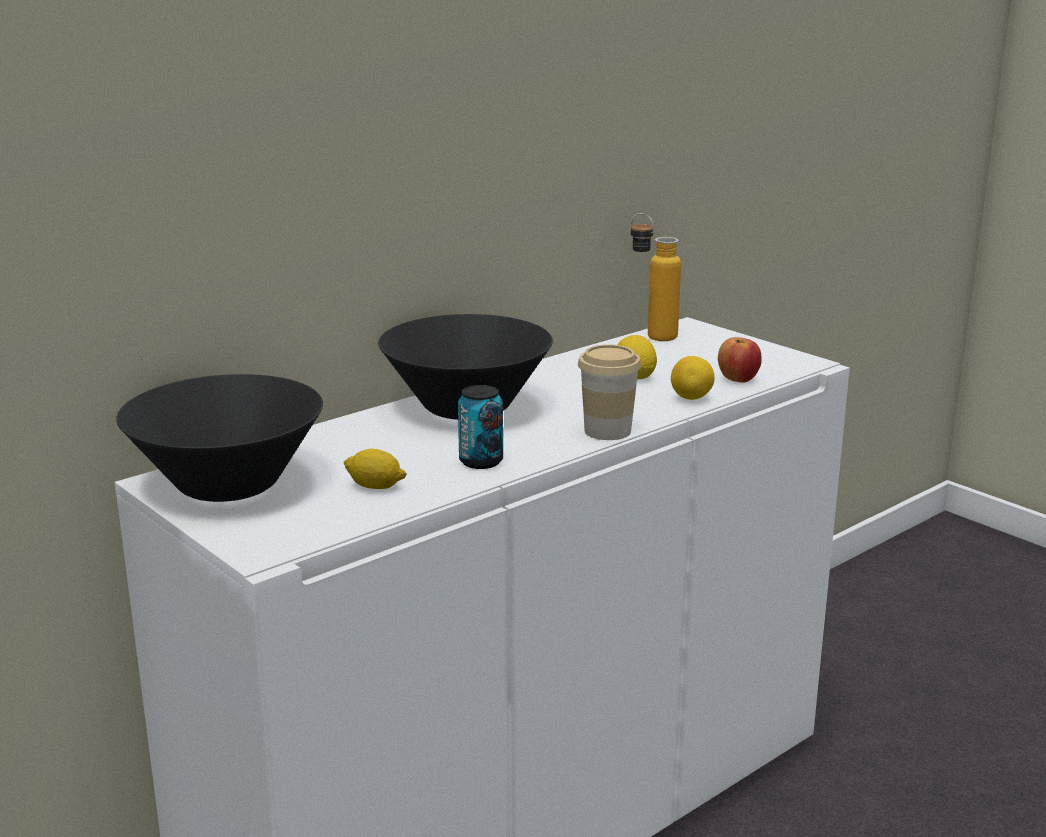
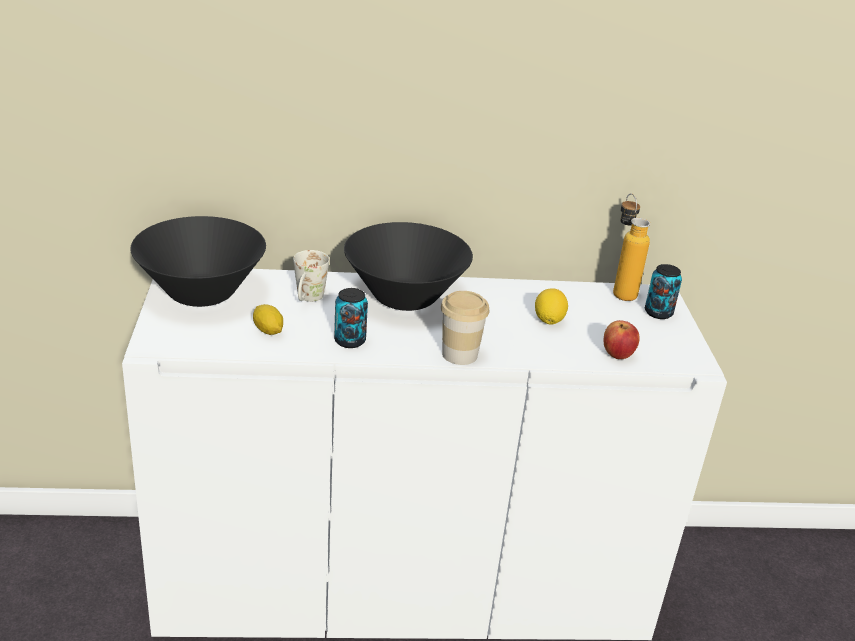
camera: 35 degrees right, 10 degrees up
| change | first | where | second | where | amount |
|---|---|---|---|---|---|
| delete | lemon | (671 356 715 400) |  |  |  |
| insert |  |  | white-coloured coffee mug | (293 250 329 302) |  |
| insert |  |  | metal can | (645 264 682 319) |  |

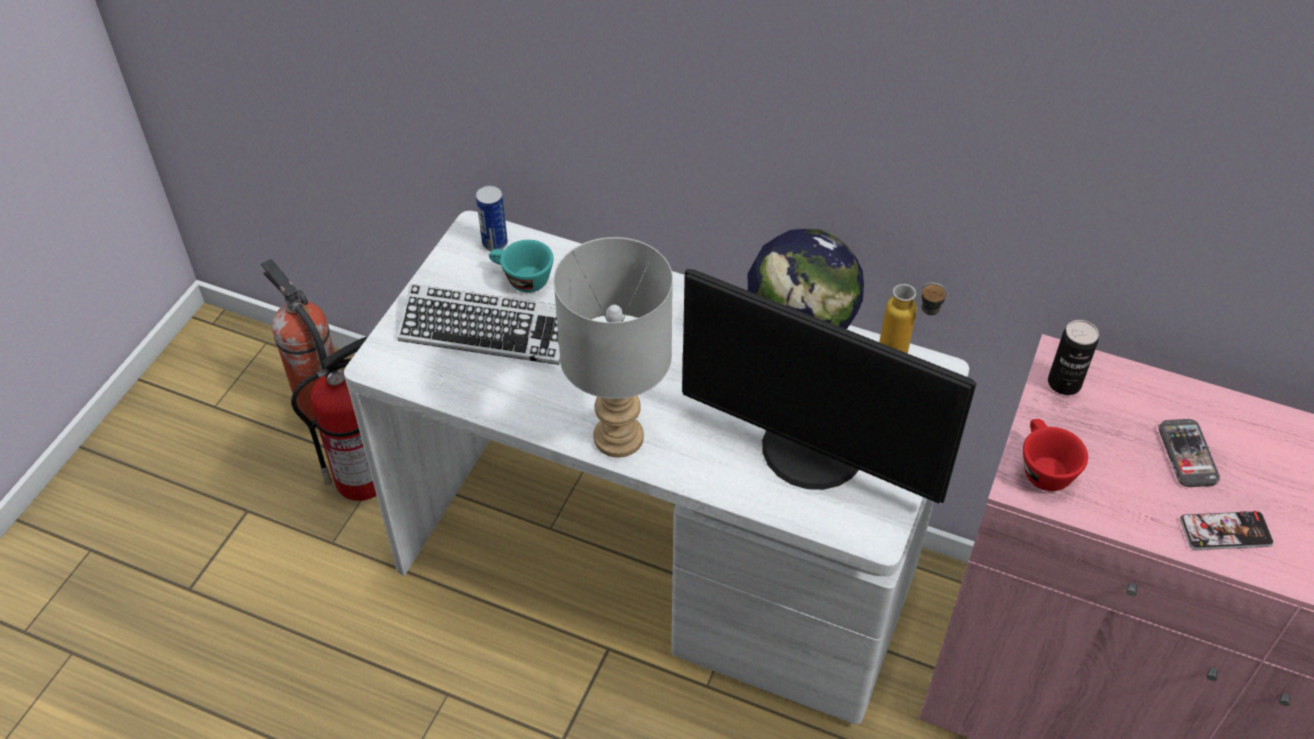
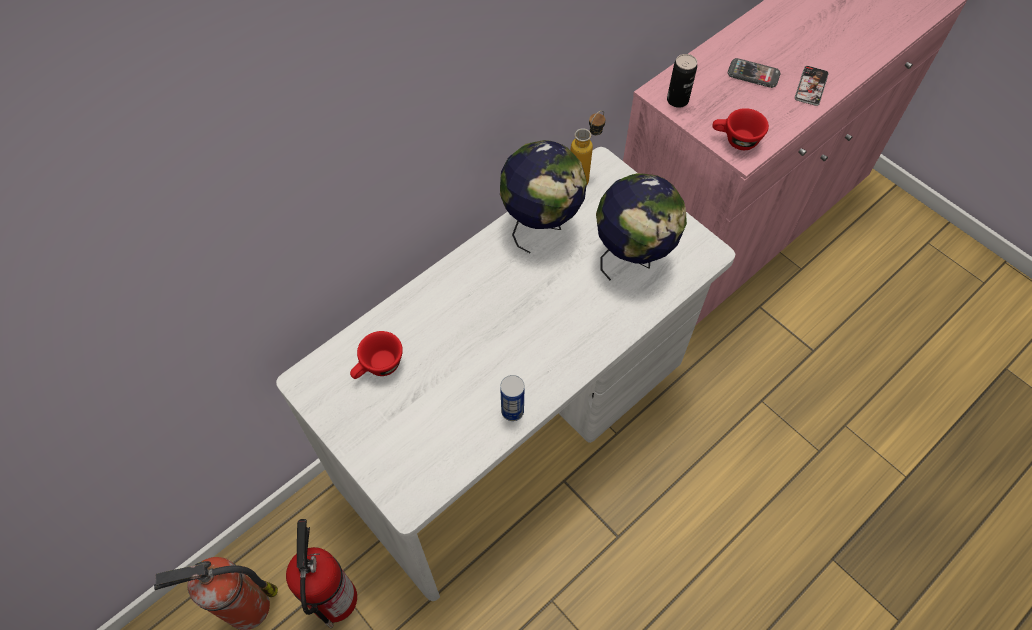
camera: 65 degrees left, 10 degrees up
| change | first | where | second | where | amount |
|---|---|---|---|---|---|
| delete | PC keyboard | (397 284 560 365) |  |  |  |
| delete | grey tabletop lamp | (554 237 673 457) |  |  |  |
| move | metal can | (476 185 508 251) |  | (500 375 525 421) |  |
| replace | computer display | (682 269 977 504) | desk globe | (596 173 687 280) |  |
| recolor | turquoise-coloured cup | (489 240 554 292) | red-coloured cup | (350 331 403 379) |  |

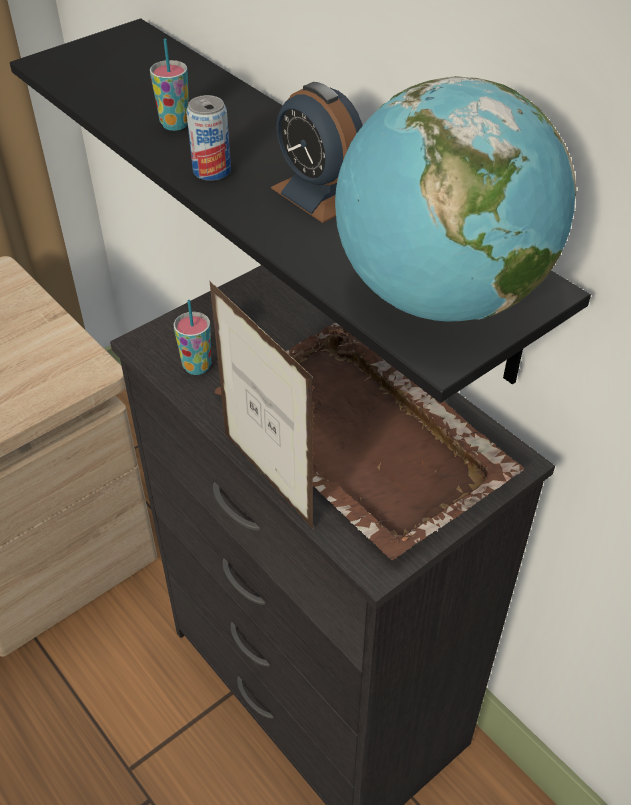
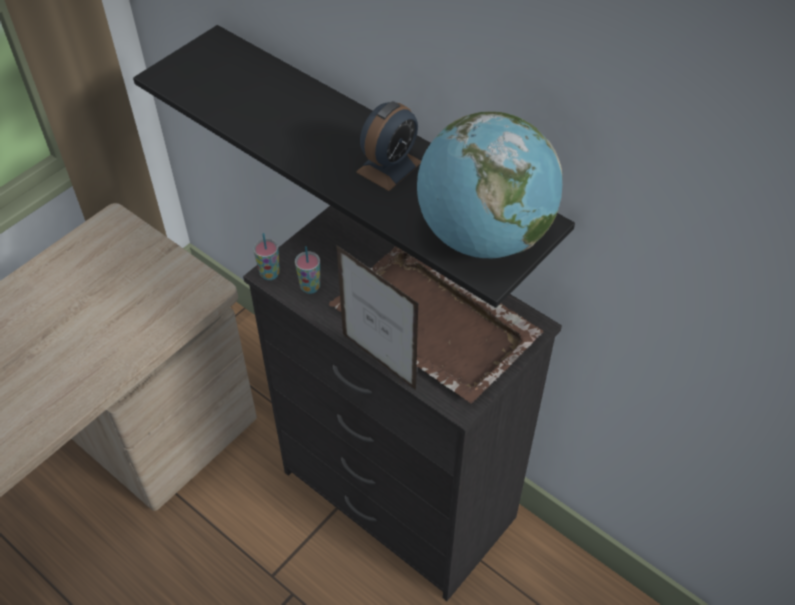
camera: 10 degrees left, 5 degrees up
| change | first | where | second | where | amount |
|---|---|---|---|---|---|
| delete | metal can | (186 95 231 181) |  |  |  |
| move | cup | (150 39 189 131) |  | (253 233 280 280) |  |
| rotate | bedside clock | (271 82 363 223) |  | (356 101 421 191) | 90 degrees counterclockwise |

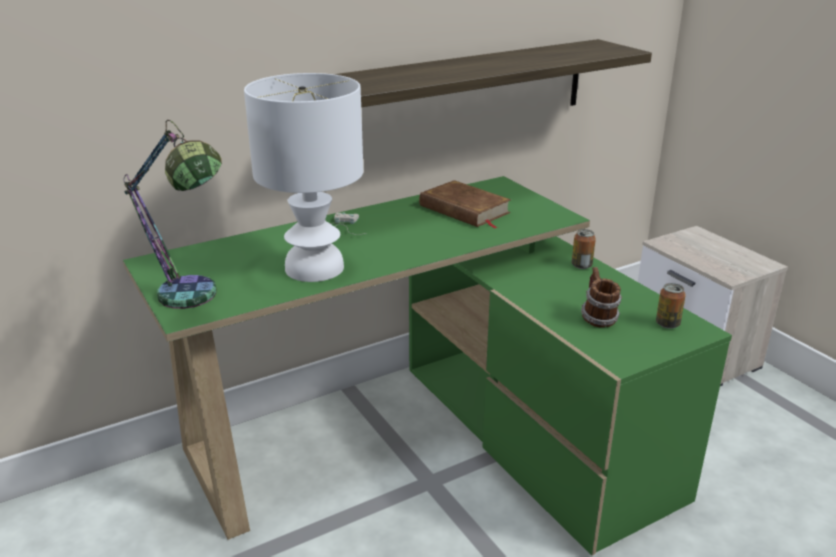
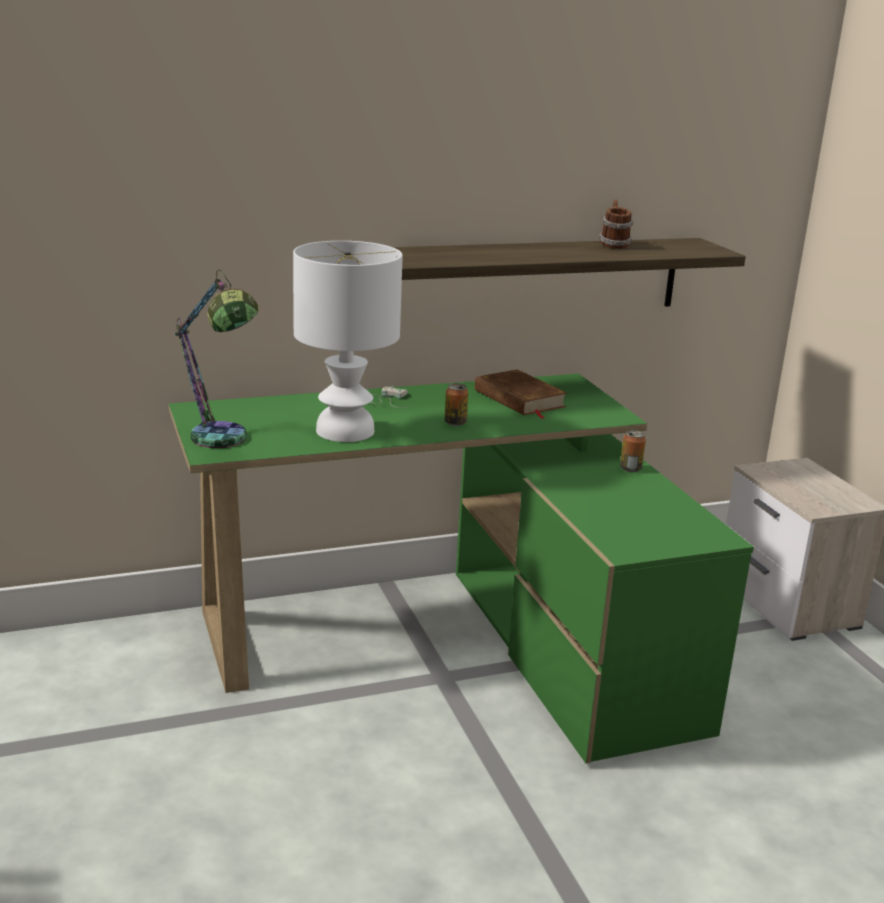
camera: 10 degrees right, 5 degrees down
| change | first | where | second | where | amount |
|---|---|---|---|---|---|
| move | coffee mug | (581 267 622 328) |  | (599 200 633 249) |  |
| move | metal can | (656 283 686 329) |  | (445 383 468 426) |  |

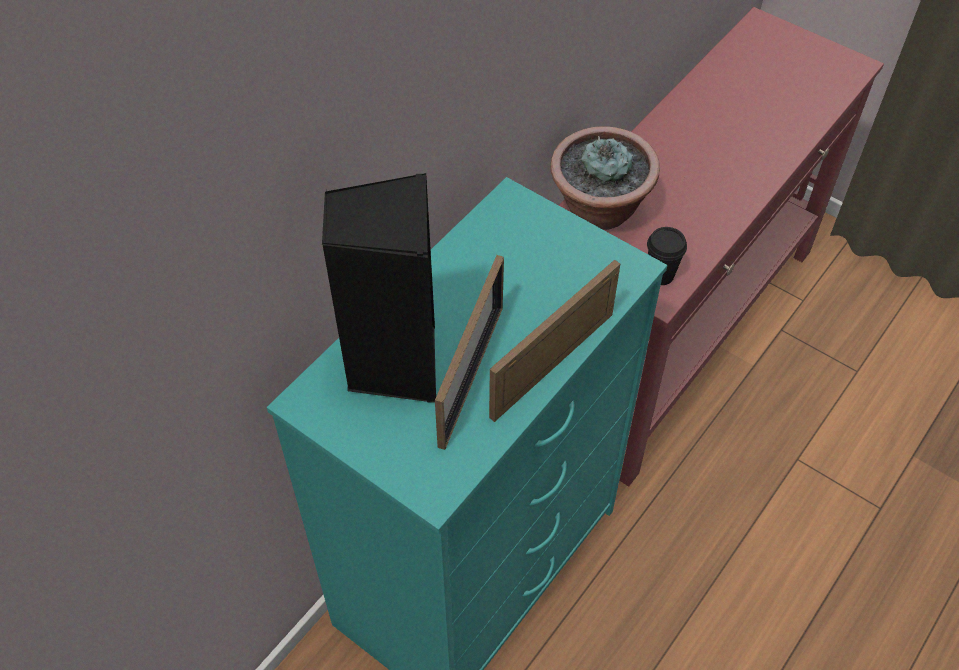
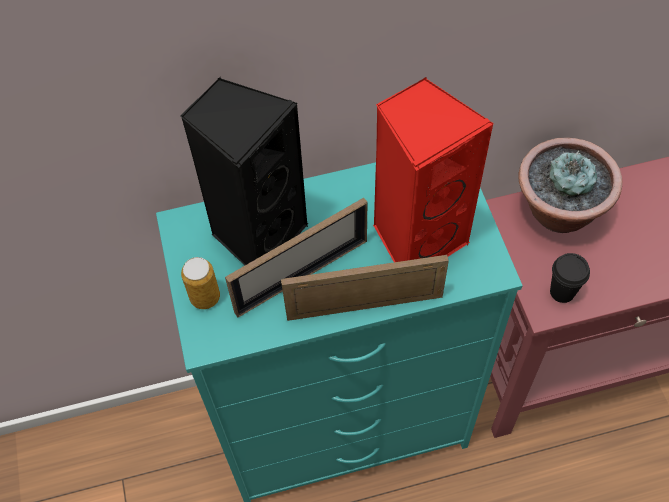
camera: 40 degrees right, 5 degrees up
| change | first | where | second | where | amount |
|---|---|---|---|---|---|
| insert |  |  | metal can | (181 257 220 309) |  |
| insert |  |  | red-coloured speaker | (373 77 494 262) |  |

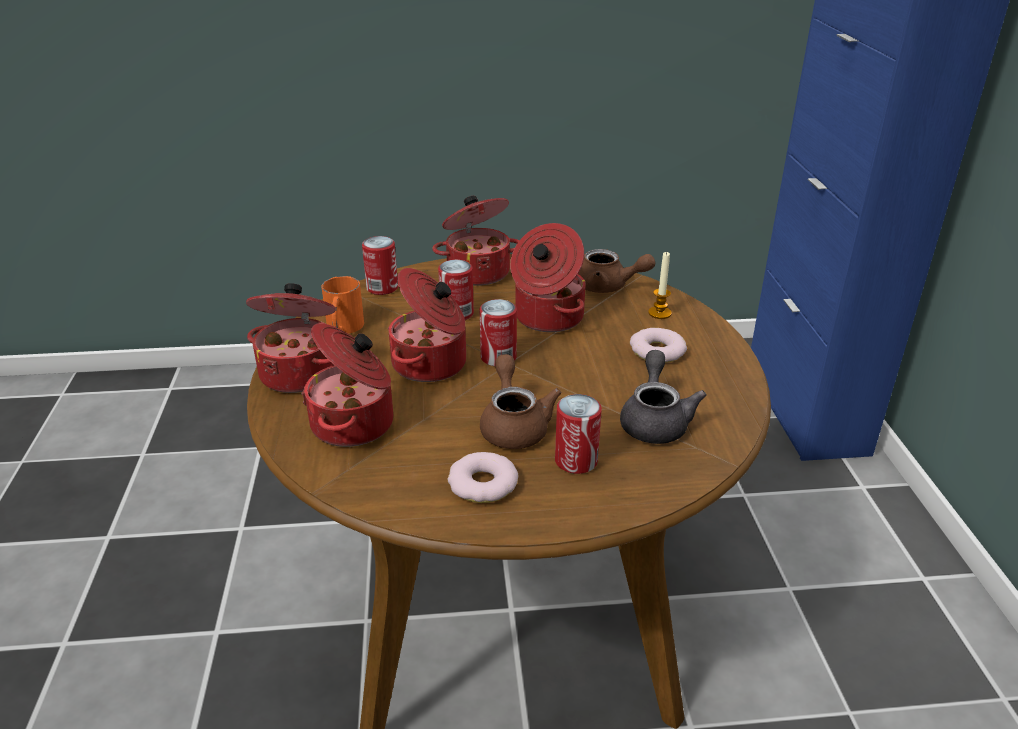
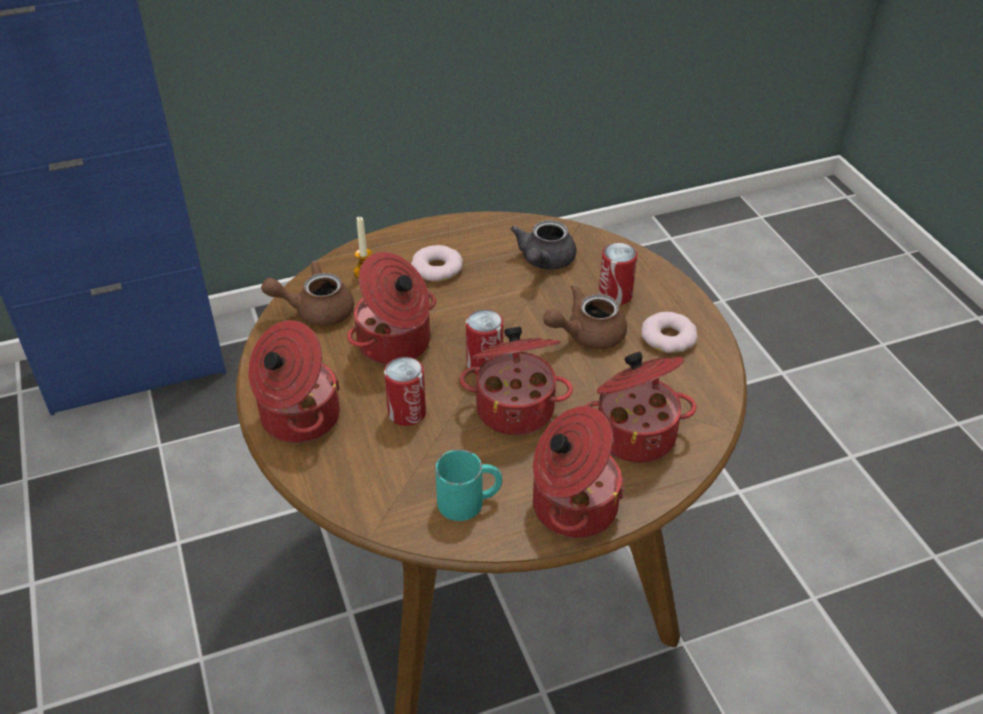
camera: 105 degrees left, 10 degrees up
| change | first | where | second | where | amount |
|---|---|---|---|---|---|
| delete | metal can | (362 236 398 295) |  |  |  |
| recolor | orange-coloured coffee mug | (321 276 364 334) | turquoise-coloured coffee mug | (435 449 502 521) |  |
| rotate | brown teapot | (578 249 655 293) |  | (261 260 354 326) | 105 degrees counterclockwise |
| rotate | grey teapot | (620 350 707 444) |  | (510 220 576 270) | 60 degrees counterclockwise |

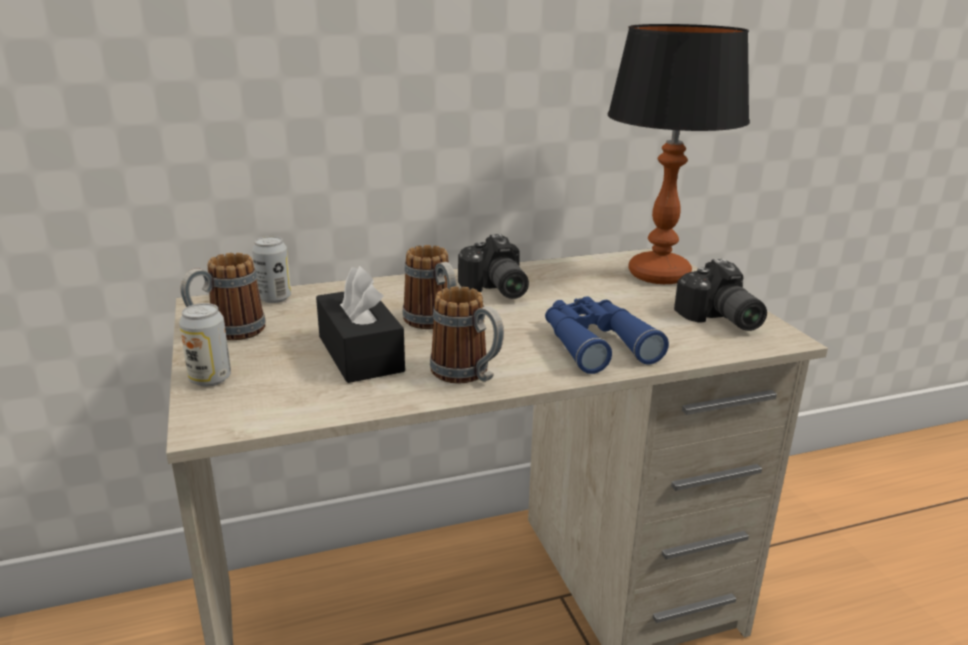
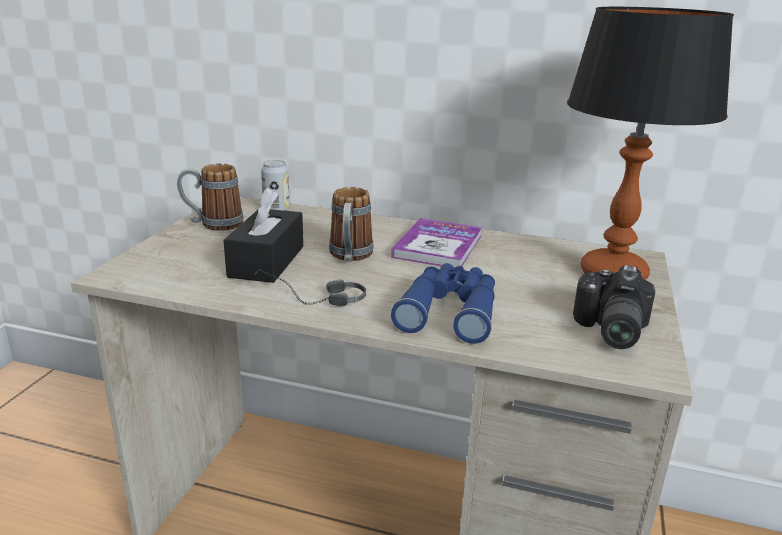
camera: 35 degrees right, 0 degrees up
| change | first | where | second | where | amount |
|---|---|---|---|---|---|
| delete | metal can | (179 303 231 387) |  |  |  |
| replace | coffee mug | (430 286 504 384) | headphones | (254 269 366 306) |  |
| replace | still camera | (458 234 529 299) | bound book | (391 218 483 269) |  |

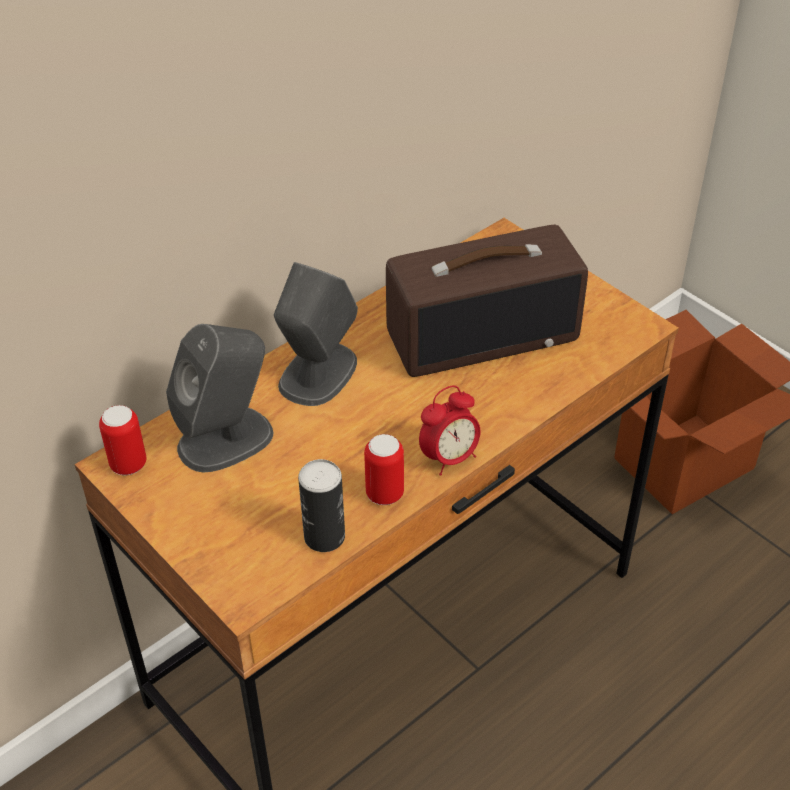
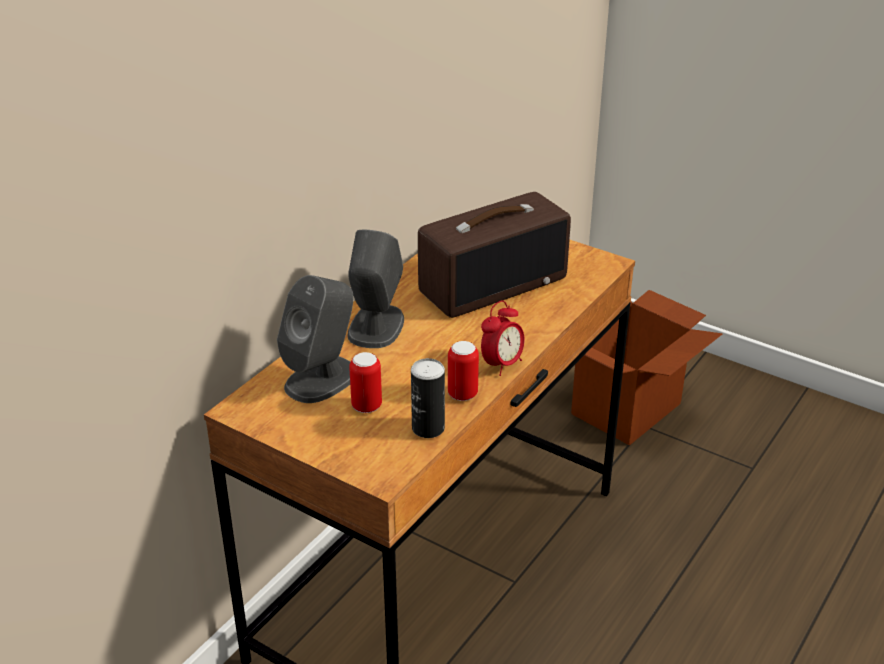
camera: 15 degrees left, 10 degrees down
| change | first | where | second | where | amount |
|---|---|---|---|---|---|
| move | metal can | (99 405 146 475) |  | (349 352 382 413) |  |

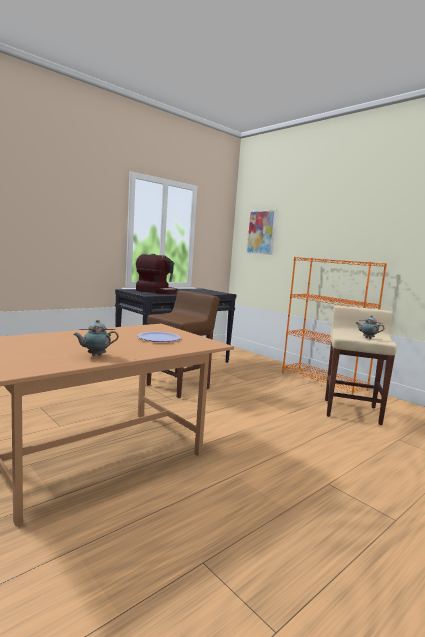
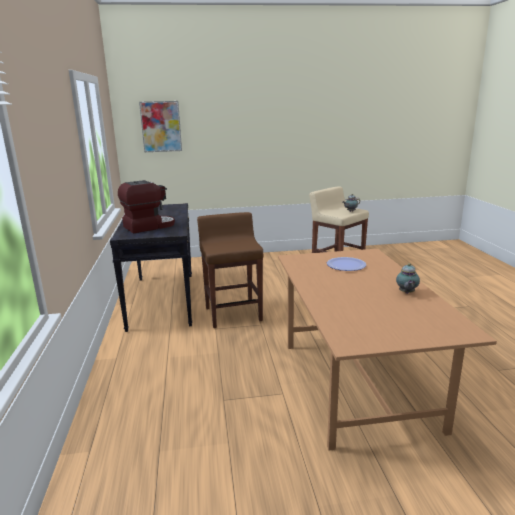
camera: 55 degrees left, 10 degrees up
| change | first | where | second | where | amount |
|---|---|---|---|---|---|
| delete | orange-coloured bookshelf | (282 257 387 395) |  |  |  |

